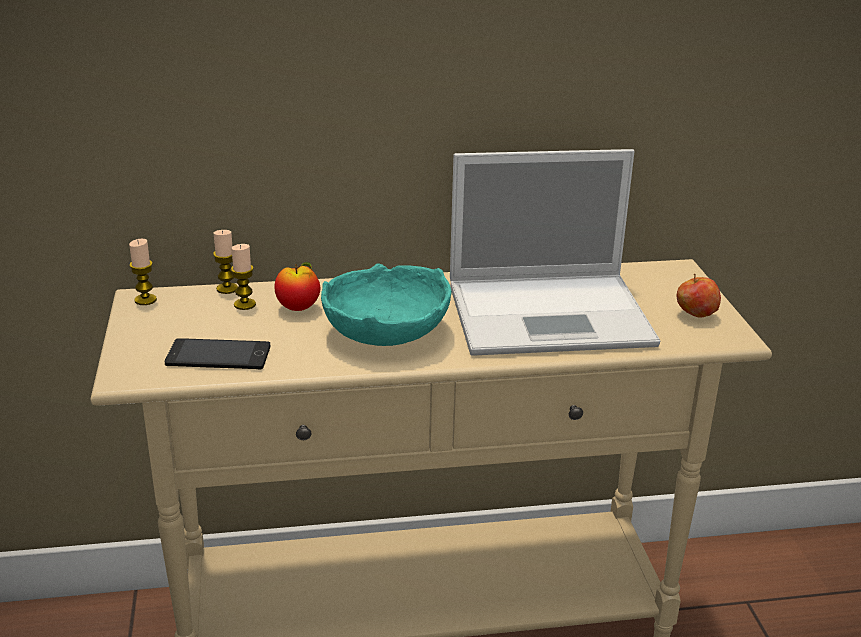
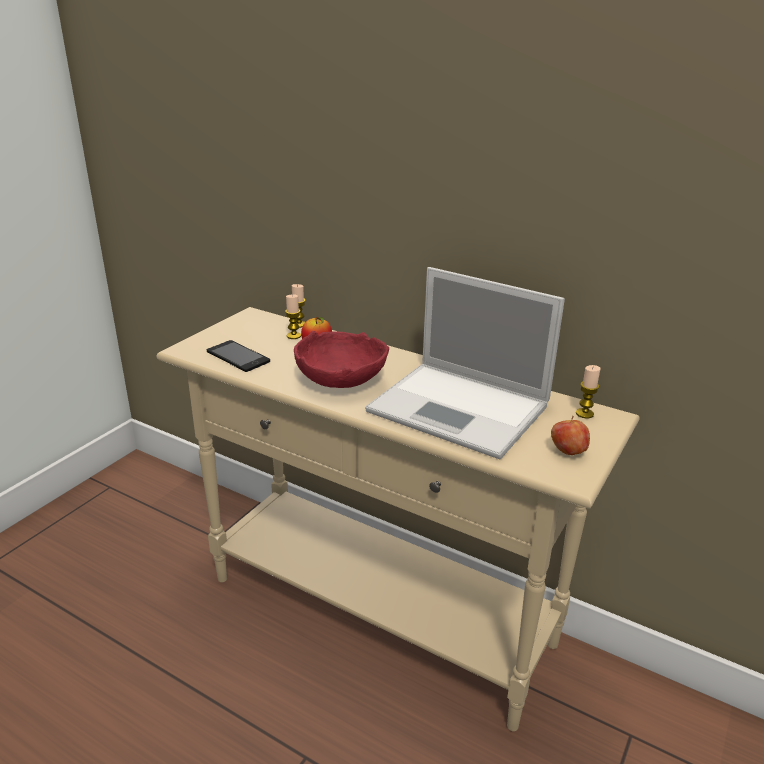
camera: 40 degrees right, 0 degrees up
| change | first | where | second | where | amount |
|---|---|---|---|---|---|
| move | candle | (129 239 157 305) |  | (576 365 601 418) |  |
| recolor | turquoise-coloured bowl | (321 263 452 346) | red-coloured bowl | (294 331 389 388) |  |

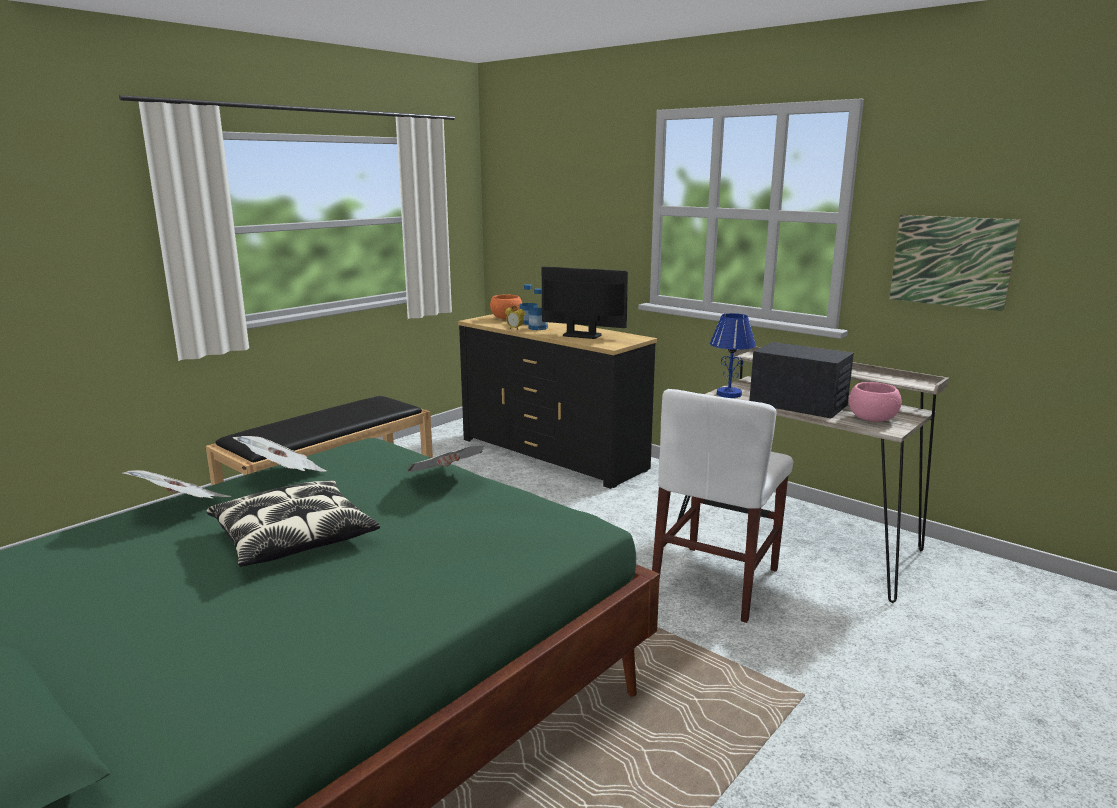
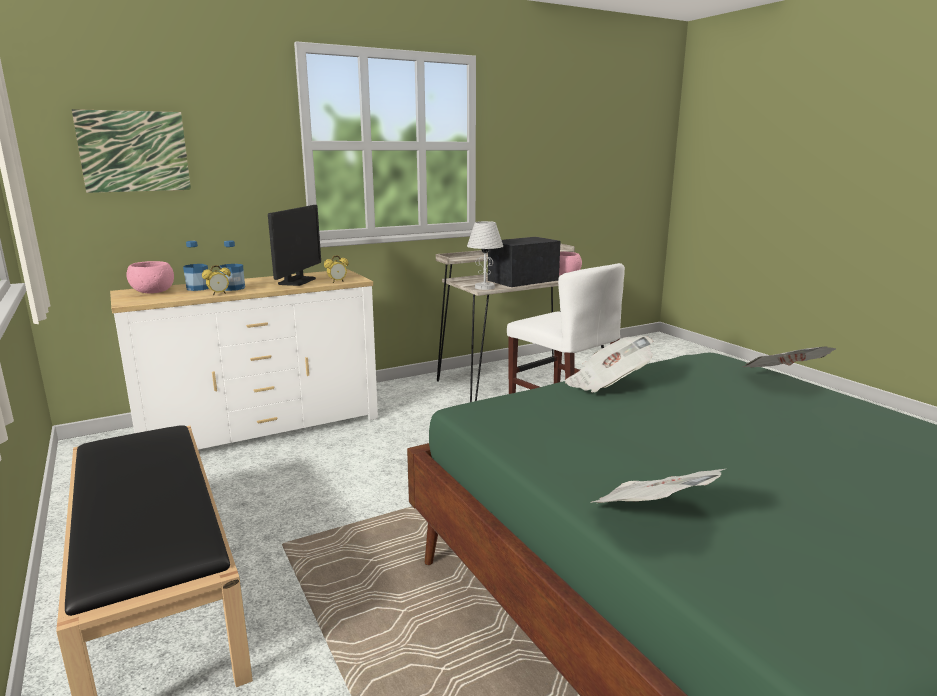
camera: 70 degrees left, 0 degrees up
| change | first | where | second | where | amount |
|---|---|---|---|---|---|
| delete | throw pillow | (206 480 380 567) |  |  |  |
| insert |  |  | bedside clock | (324 255 349 283) |  |
| move | newspaper | (233 436 326 472) |  | (742 346 836 367) |  |
| move | picture | (889 215 1020 311) |  | (72 109 191 193) |  |
| recolor | black-coloured chest of drawers | (458 314 657 489) | white-coloured chest of drawers | (110 269 378 450) |  |
| recolor | orange-coloured bowl | (490 294 522 319) | pinkish bowl | (126 261 174 293) |  |
| recolor | blue-coloured tabletop lamp | (710 313 756 398) | white-coloured tabletop lamp | (467 221 503 290) |  |
| rotate | computer display | (542 267 628 339) |  | (268 205 321 286) | 150 degrees clockwise |

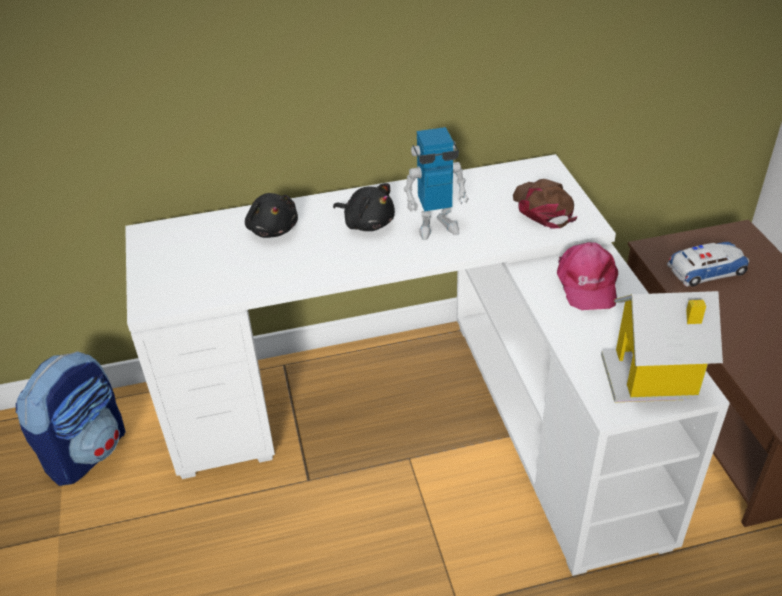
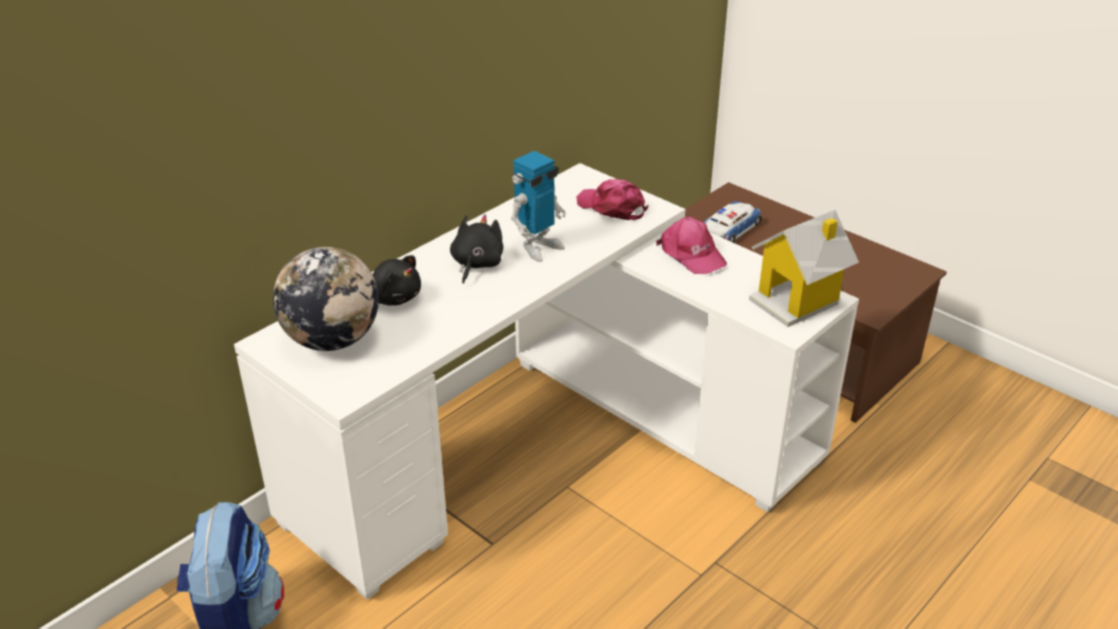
camera: 35 degrees left, 5 degrees down
| change | first | where | second | where | amount |
|---|---|---|---|---|---|
| insert |  |  | desk globe | (273 247 379 351) |  |
| recolor | brown cap | (513 179 577 229) | pinkish cap | (576 179 649 220) |  |
| rotate | black-coloured plush toy | (333 183 395 231) |  | (450 214 503 284) | 75 degrees counterclockwise |

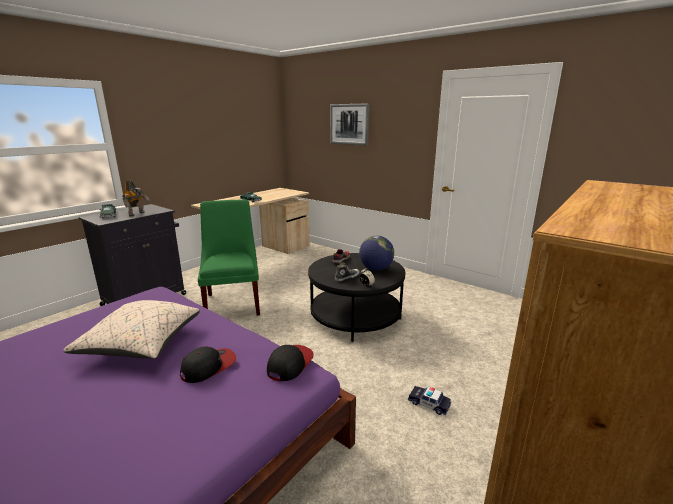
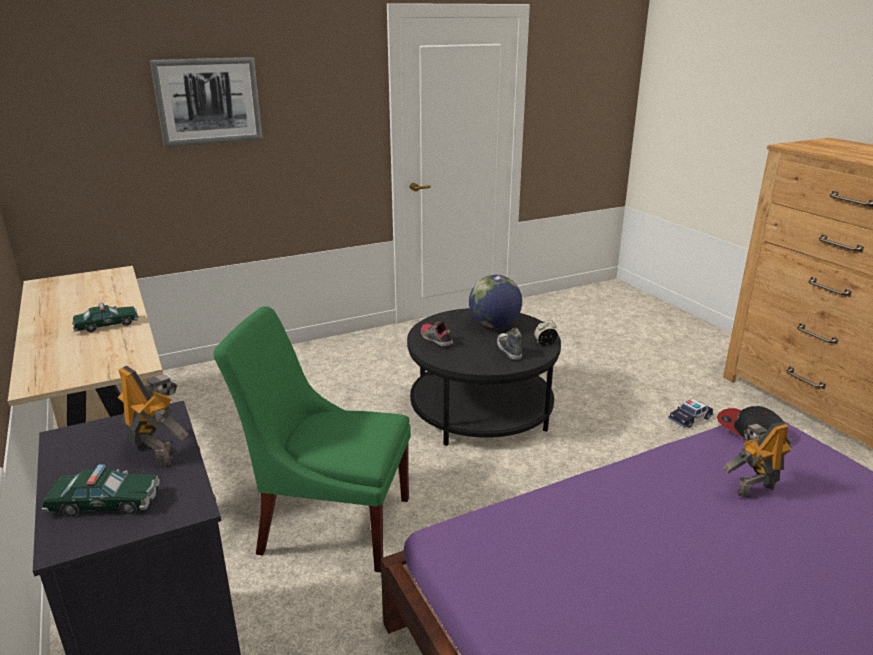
camera: 65 degrees left, 5 degrees up
| change | first | where | second | where | amount |
|---|---|---|---|---|---|
| delete | sand-coloured throw pillow | (63 300 200 359) |  |  |  |
| replace | cap | (180 346 236 383) | toy robot | (724 422 793 498) |  |

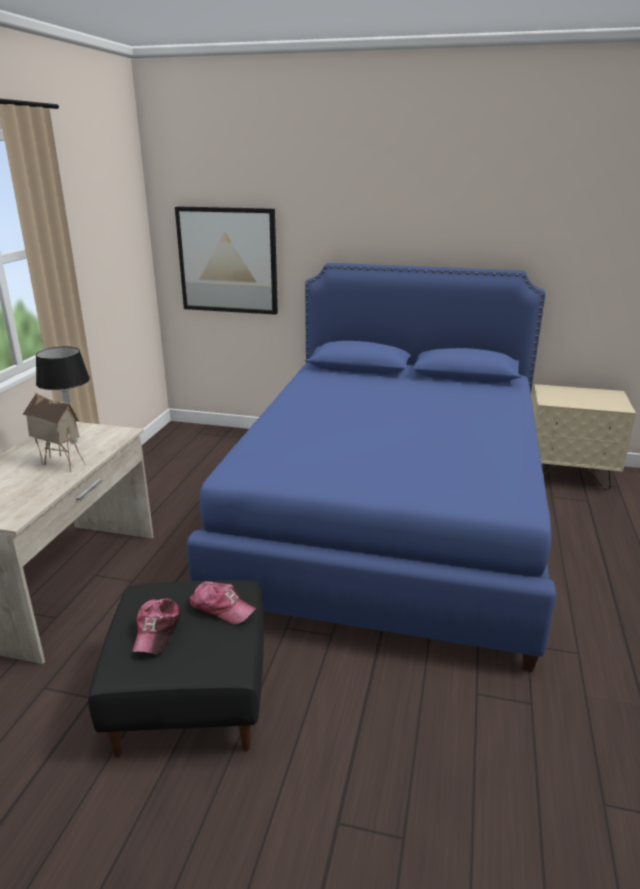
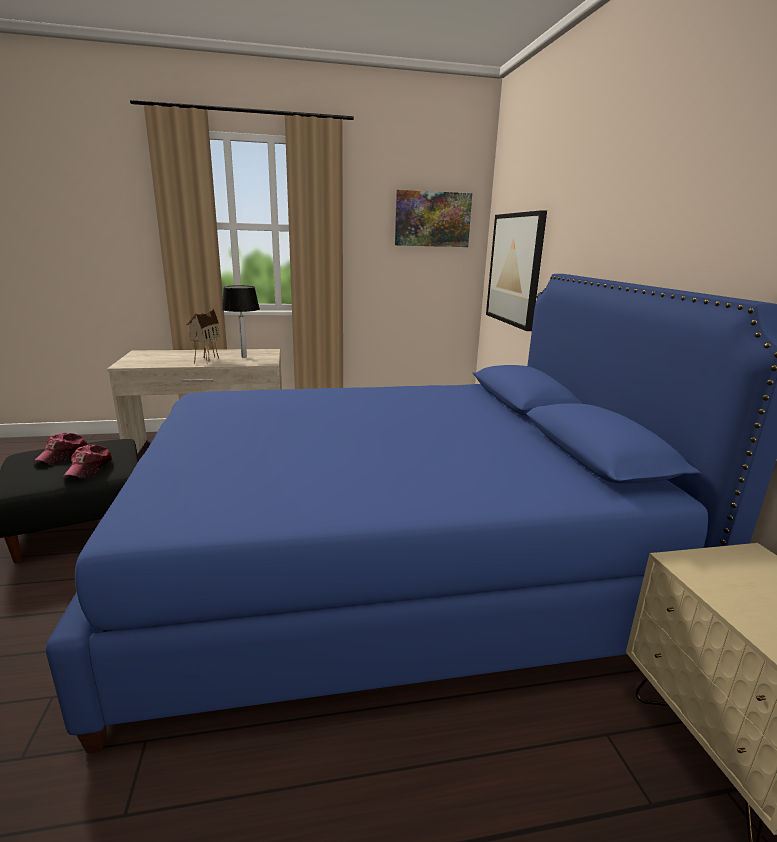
camera: 65 degrees right, 5 degrees down
| change | first | where | second | where | amount |
|---|---|---|---|---|---|
| insert |  |  | picture | (395 190 472 247) |  |
| rotate | cap | (132 599 181 654) |  | (34 433 87 464) | 60 degrees counterclockwise |

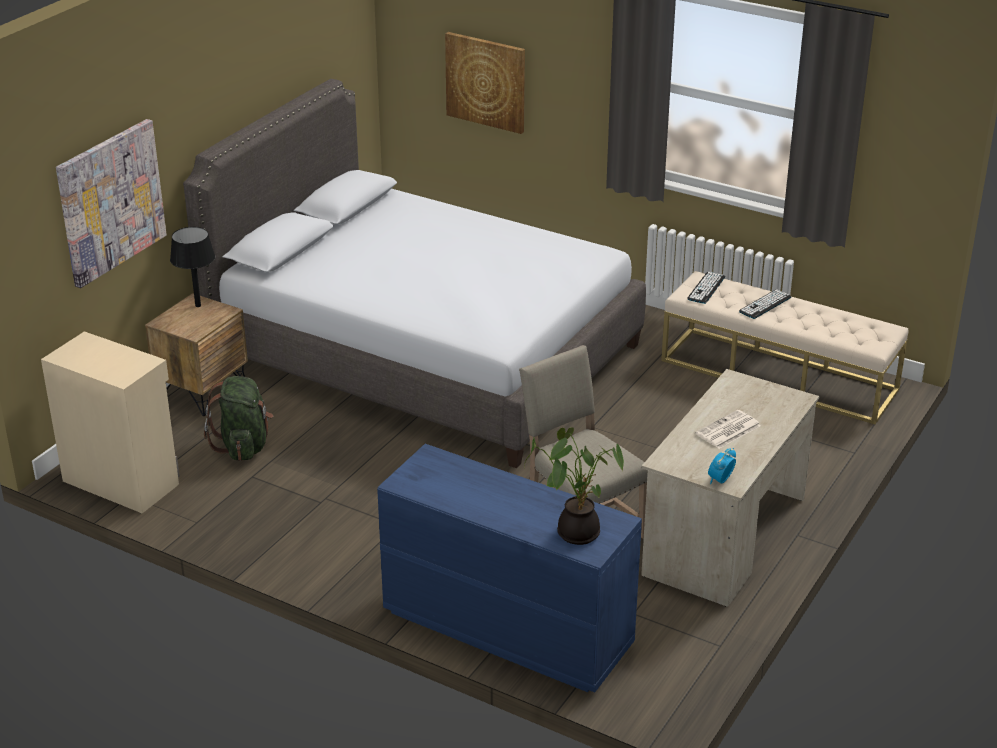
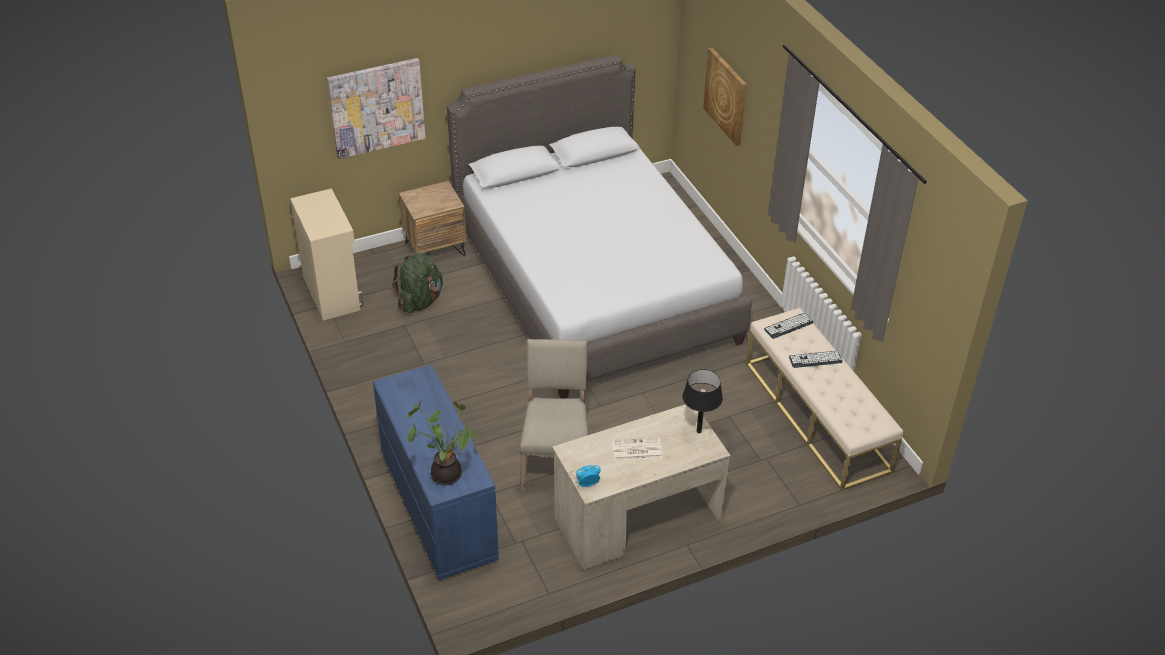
camera: 35 degrees right, 10 degrees up
| change | first | where | second | where | amount |
|---|---|---|---|---|---|
| move | black-coloured tabletop lamp | (170 227 215 307) |  | (682 369 723 433) |  |

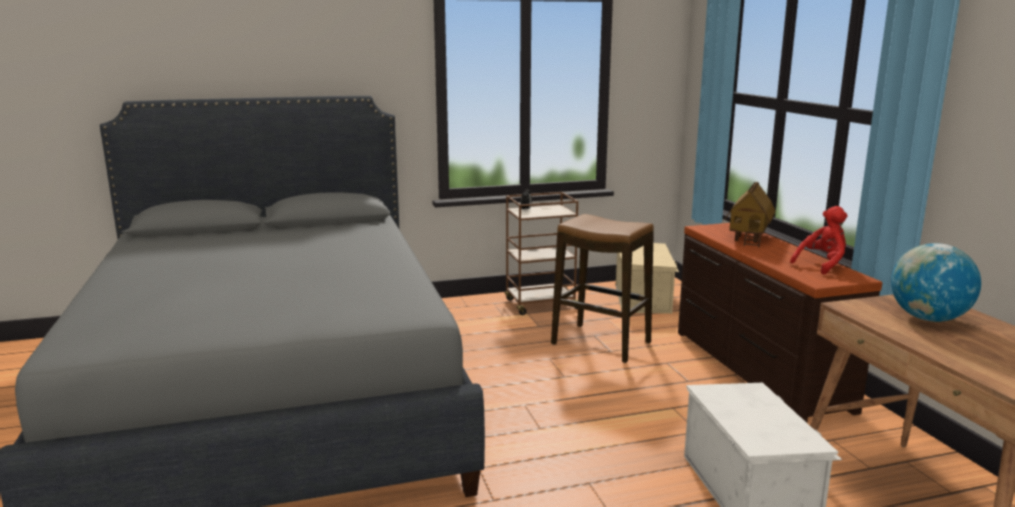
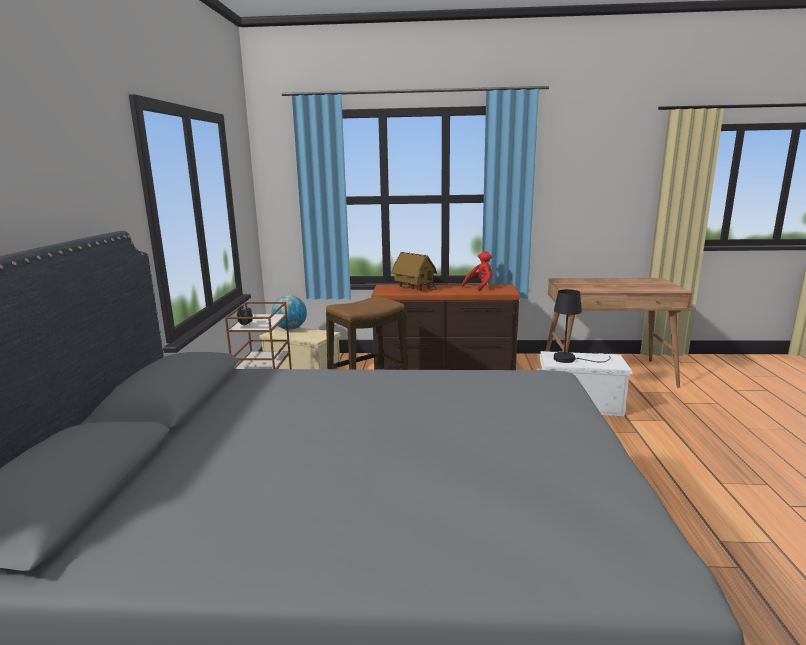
camera: 70 degrees left, 0 degrees up
| change | first | where | second | where | amount |
|---|---|---|---|---|---|
| insert |  |  | black-coloured tabletop lamp | (554 289 611 363) |  |
| move | desk globe | (891 243 981 322) |  | (272 295 307 330) |  |
| rotate | red-coloured plush toy | (790 206 848 275) |  | (462 251 492 291) | 60 degrees clockwise |

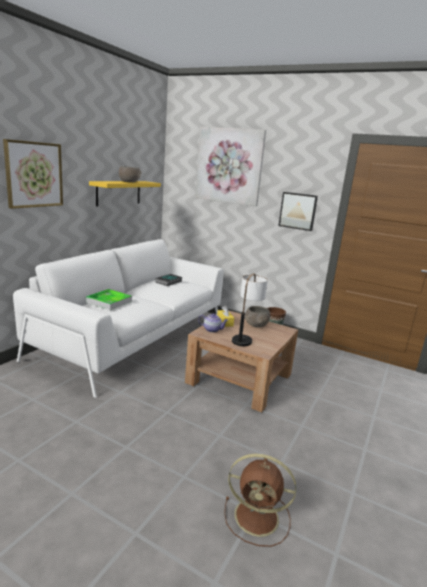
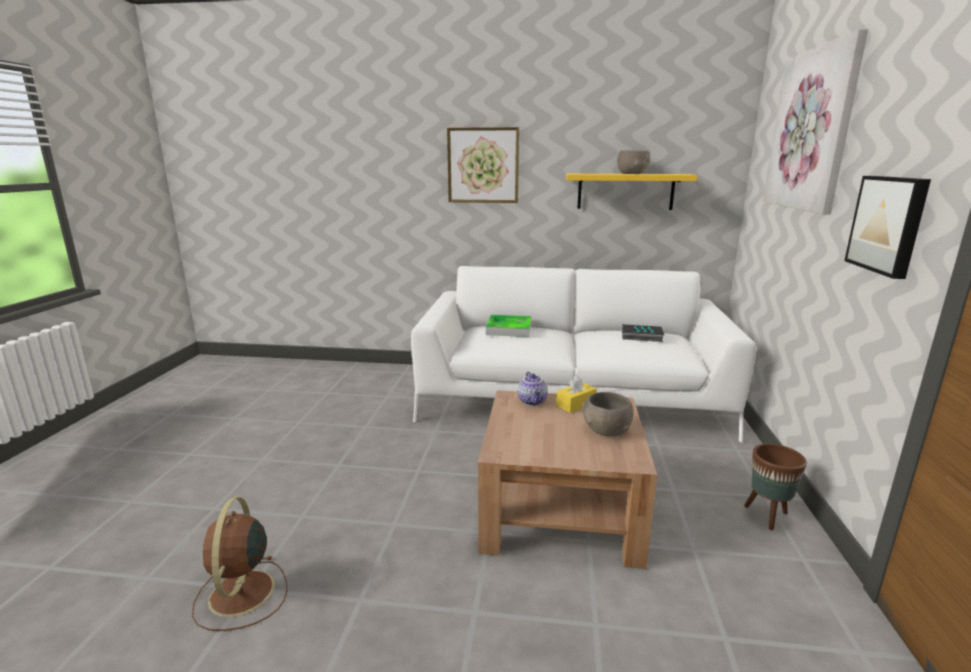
camera: 70 degrees right, 0 degrees up
| change | first | where | second | where | amount |
|---|---|---|---|---|---|
| delete | tabletop lamp | (232 273 268 346) |  |  |  |

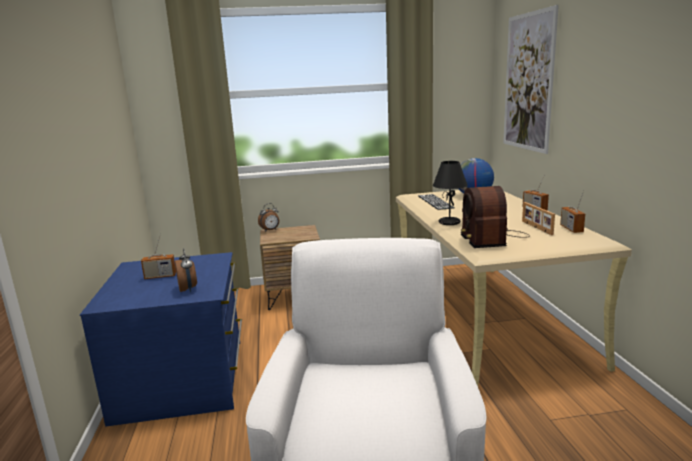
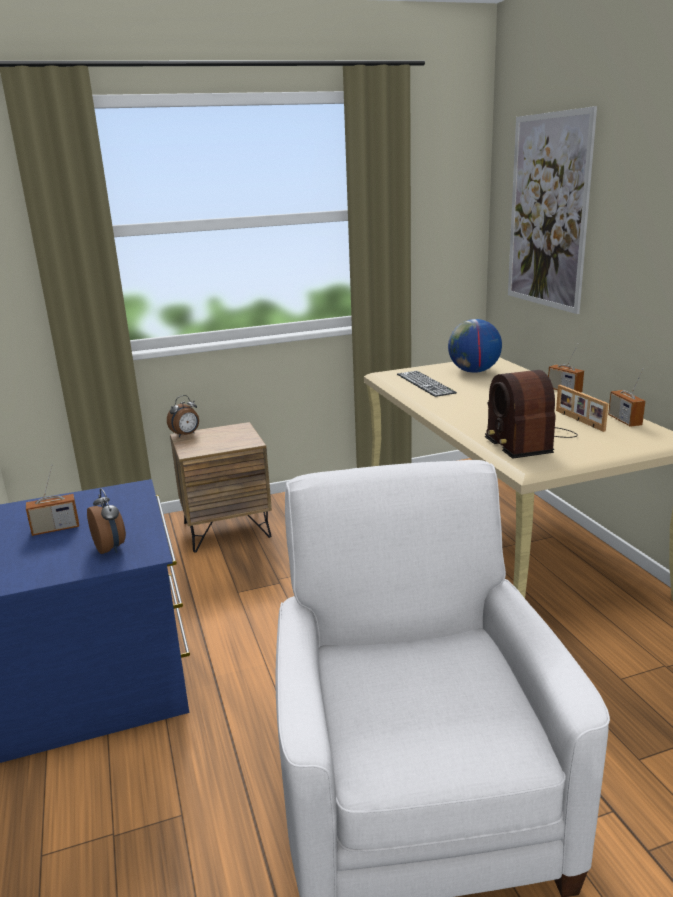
camera: 10 degrees left, 5 degrees up
| change | first | where | second | where | amount |
|---|---|---|---|---|---|
| delete | black-coloured tabletop lamp | (433 161 468 225) |  |  |  |

